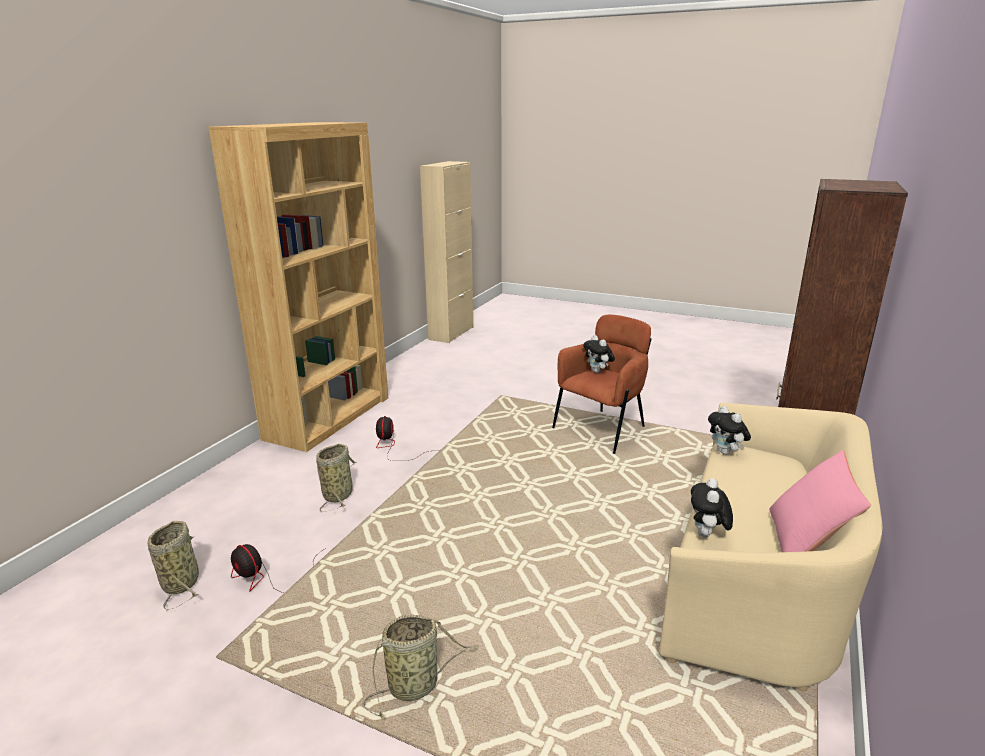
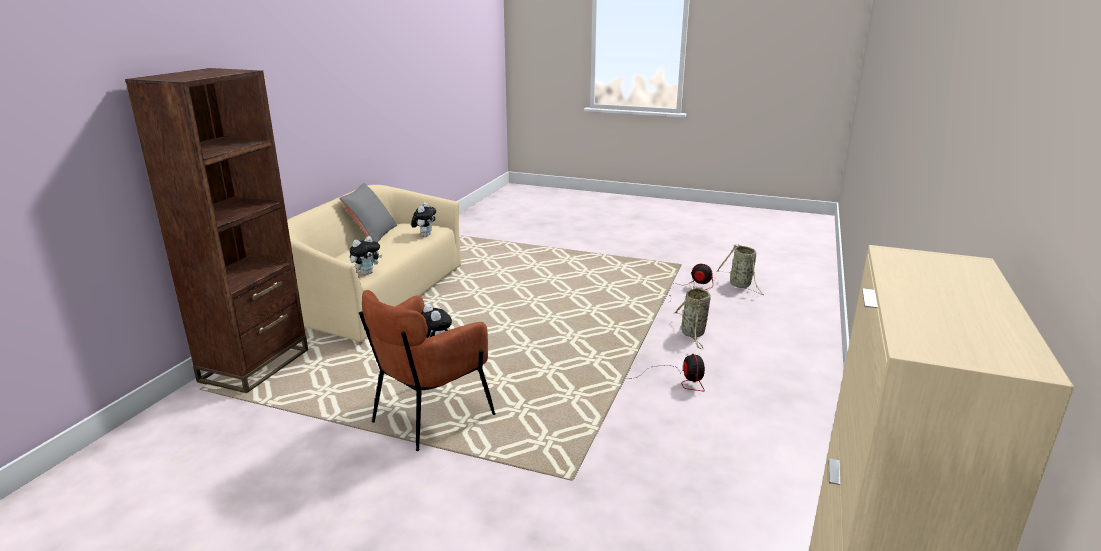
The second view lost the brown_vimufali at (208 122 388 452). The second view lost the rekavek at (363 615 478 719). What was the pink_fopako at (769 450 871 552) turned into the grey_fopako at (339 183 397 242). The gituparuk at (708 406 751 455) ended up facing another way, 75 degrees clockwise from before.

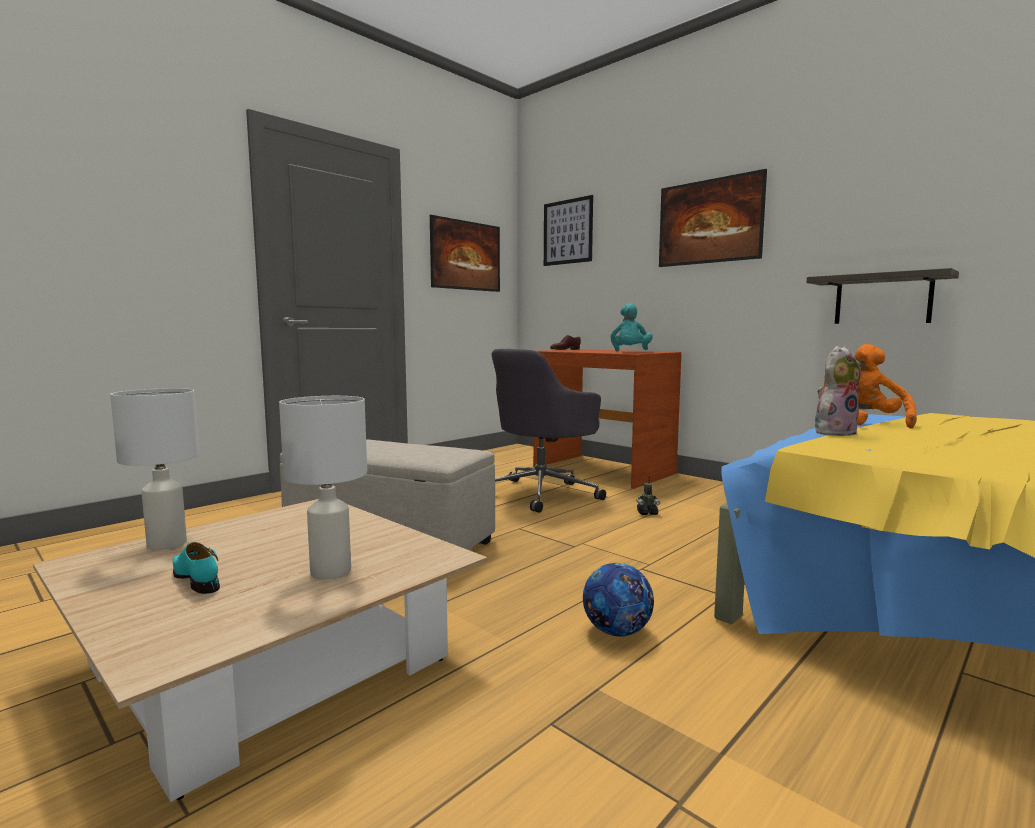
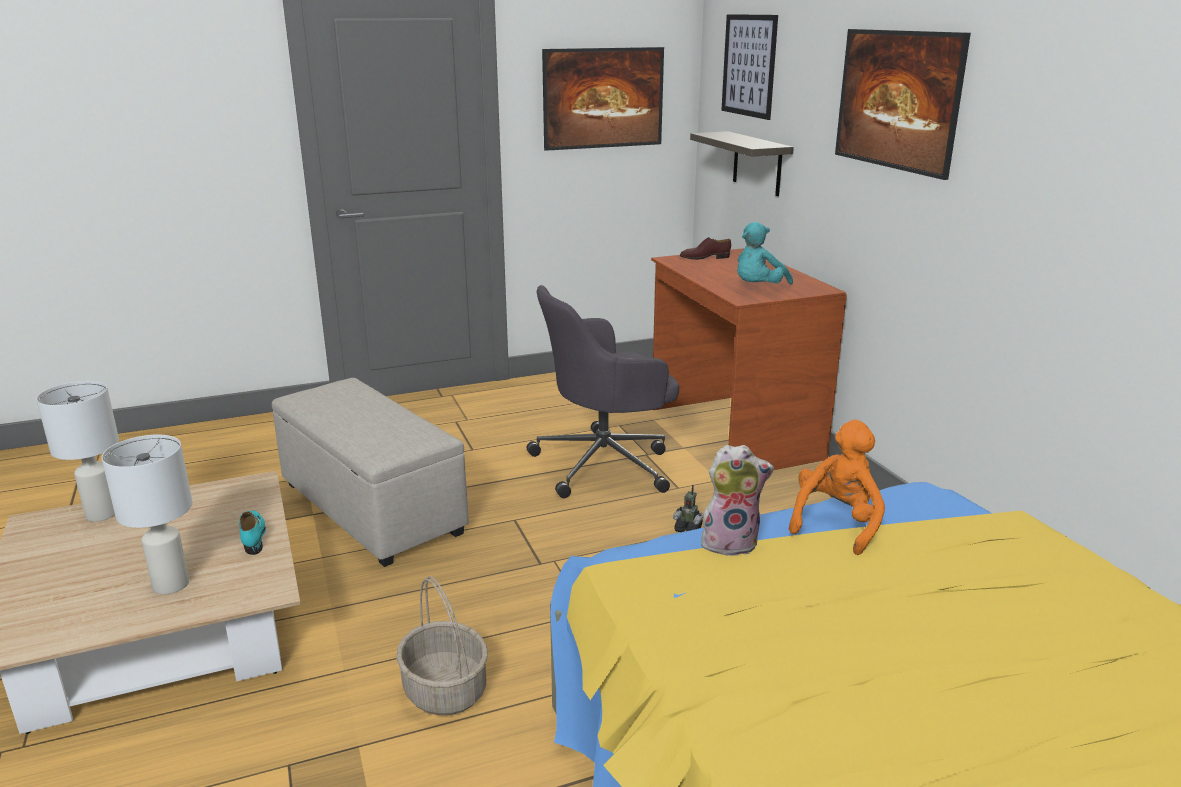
The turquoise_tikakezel ended up elsewhere, having gone from (173 542 220 594) to (239 511 266 555). The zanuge ended up elsewhere, having gone from (807 268 959 324) to (690 131 794 196). Where the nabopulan stood at (583 563 654 637), the rekavek came to stand at (396 576 488 715).

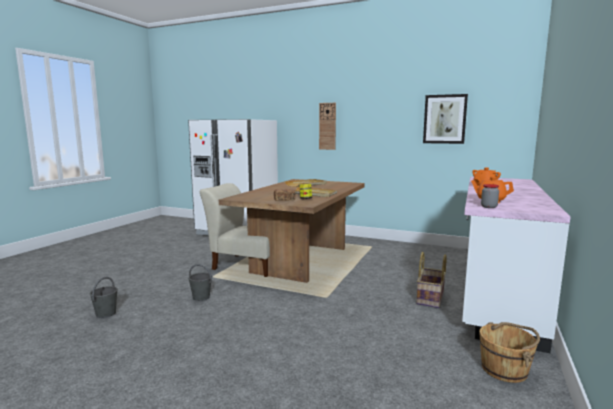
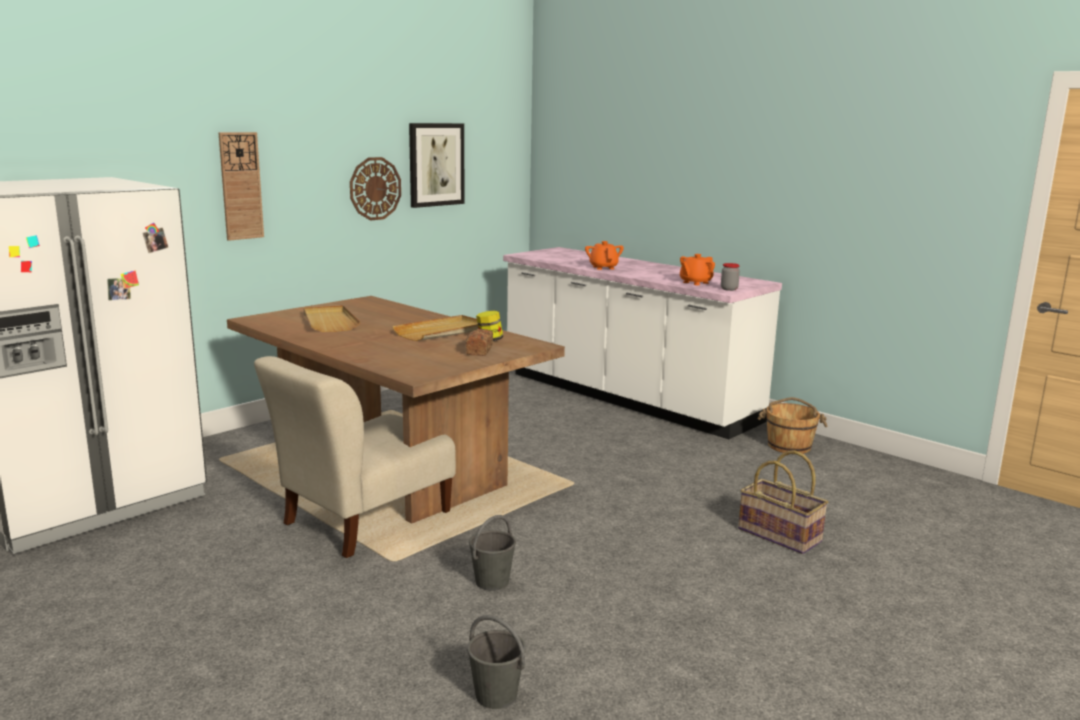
The second view gained the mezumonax at (350 157 401 220). The rekavek ended up elsewhere, having gone from (416 252 447 308) to (738 450 828 554).

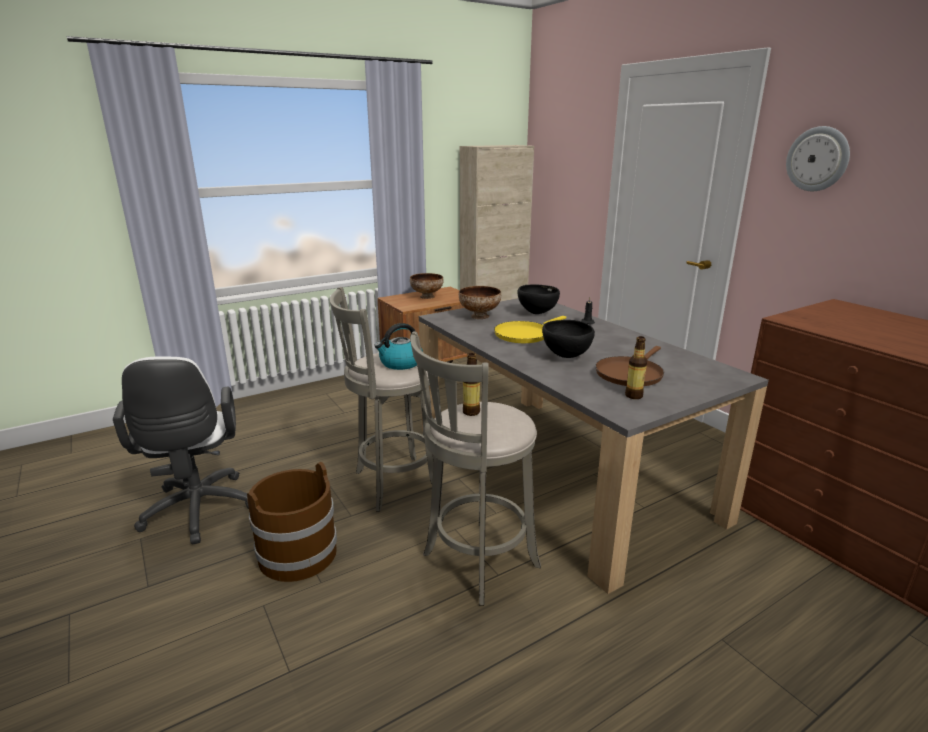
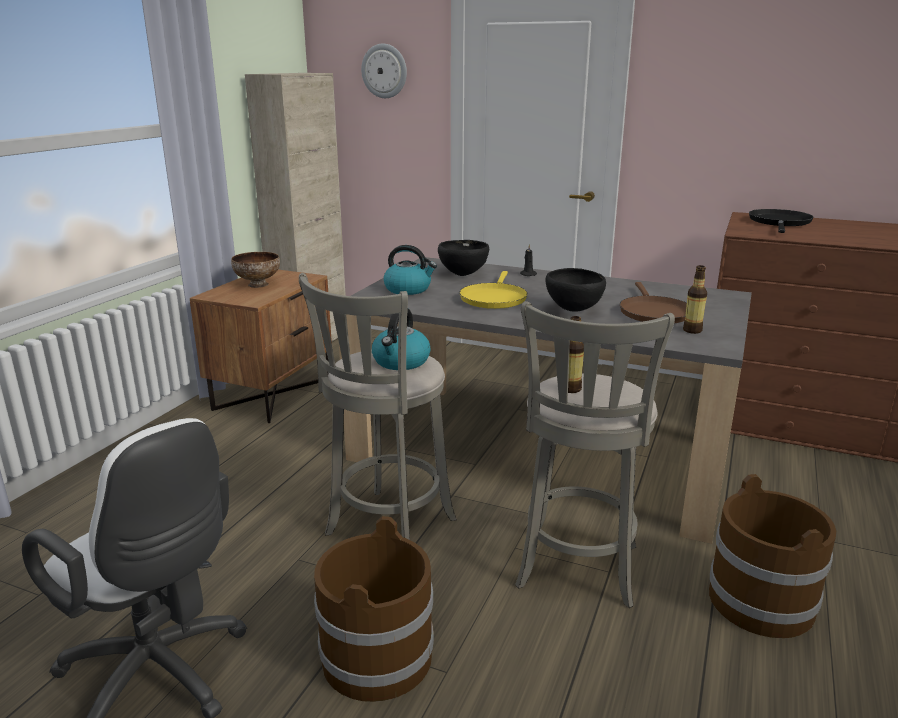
The second view gained the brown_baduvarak at (709 474 836 638). The second view gained the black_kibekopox at (749 209 813 233). The mezumonax ended up elsewhere, having gone from (786 126 850 191) to (361 44 407 98). Where the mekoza stood at (459 286 501 319), the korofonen came to stand at (384 245 437 295).

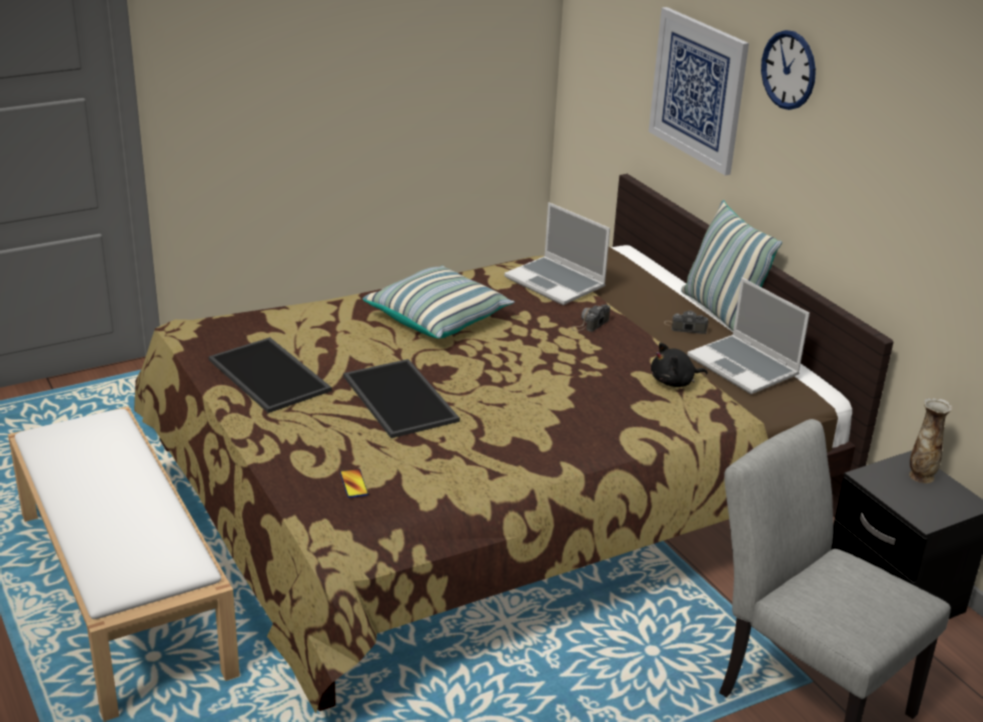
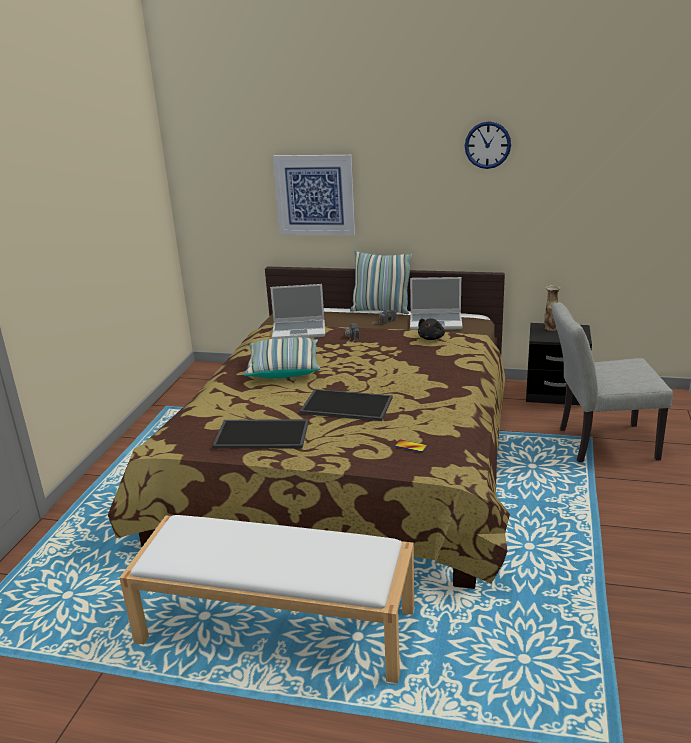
The mezumonax ended up elsewhere, having gone from (761 30 816 110) to (465 121 511 169).

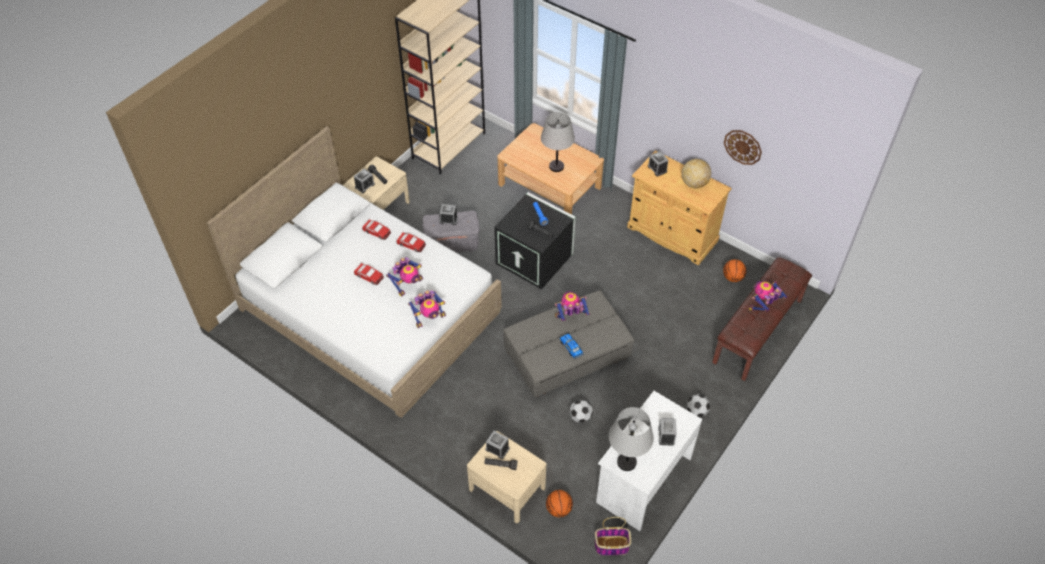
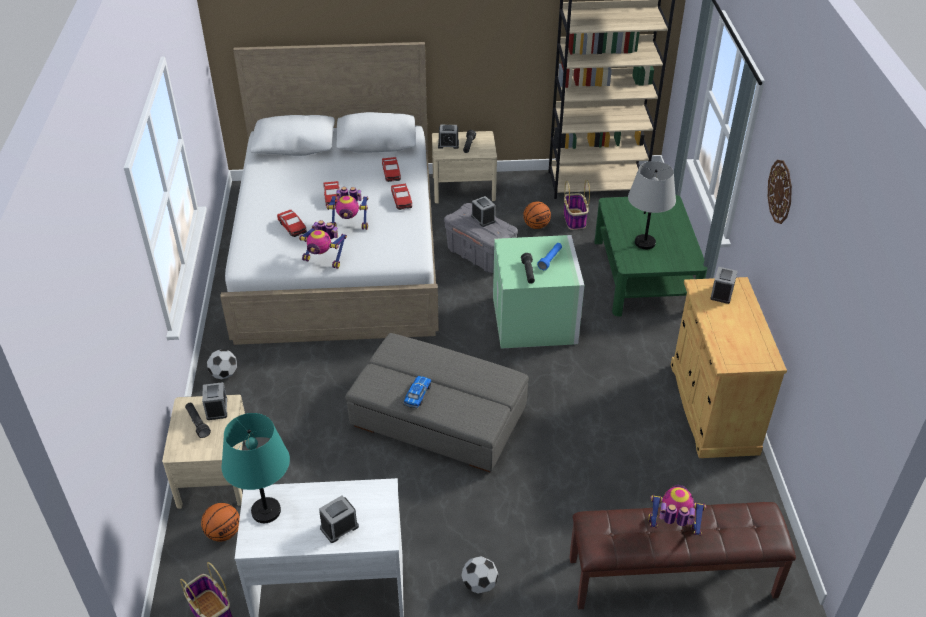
The second view lost the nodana at (555 291 590 321). The second view lost the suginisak at (681 159 711 188). The second view gained the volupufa at (277 210 307 237). The second view gained the rekavek at (564 180 590 230). The nabopulan ended up elsewhere, having gone from (569 400 593 423) to (207 349 237 379). The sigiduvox ended up elsewhere, having gone from (723 259 746 282) to (523 201 551 229). The mezumonax ended up elsewhere, having gone from (724 130 762 165) to (768 160 792 224). What was the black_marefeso at (494 192 575 289) turned into the green_marefeso at (493 235 584 349). What was the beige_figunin at (497 123 604 215) turned into the green_figunin at (594 195 708 317). What was the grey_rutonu at (609 407 654 471) turned into the turquoise_rutonu at (222 413 290 523).

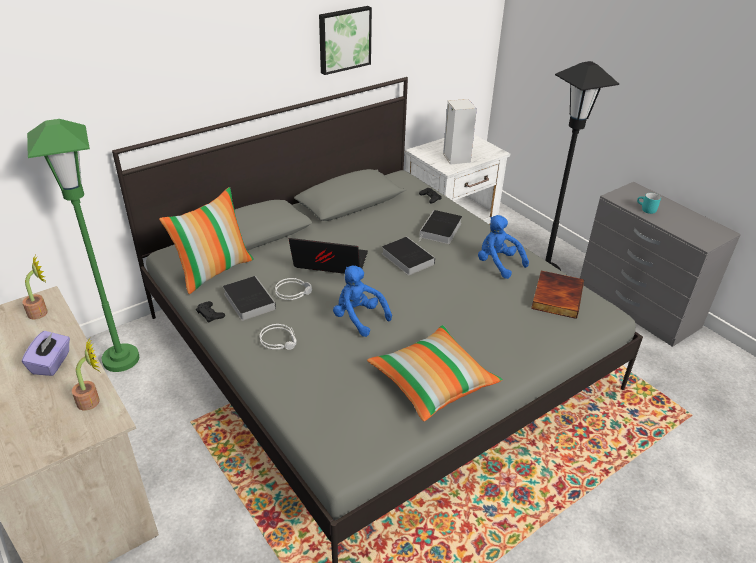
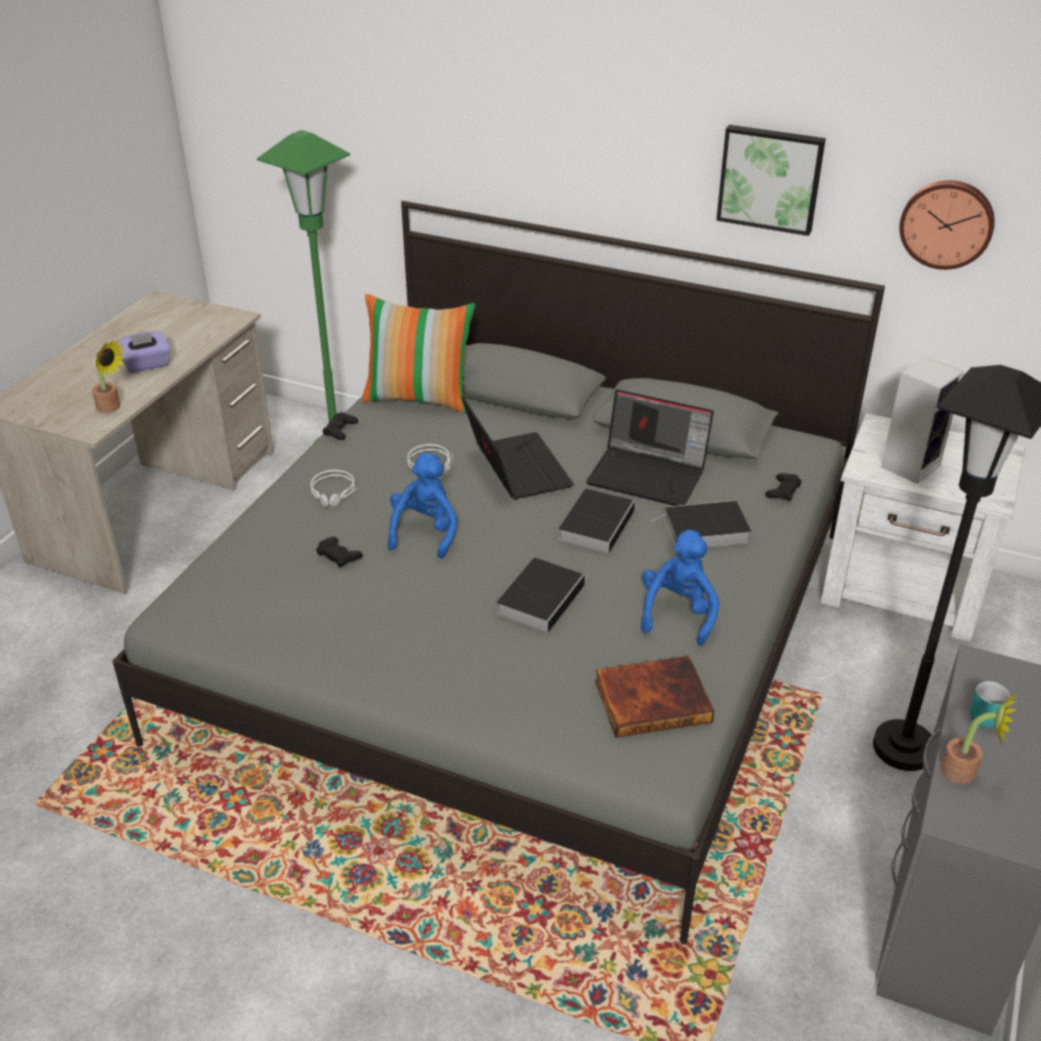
The second view lost the fopako at (367 325 503 421). The second view gained the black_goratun at (316 537 363 568). The second view gained the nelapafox at (586 390 714 506). The second view gained the mezumonax at (899 180 995 270). The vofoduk ended up elsewhere, having gone from (22 255 48 320) to (941 692 1018 784). The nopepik ended up elsewhere, having gone from (223 276 276 321) to (497 558 587 633).

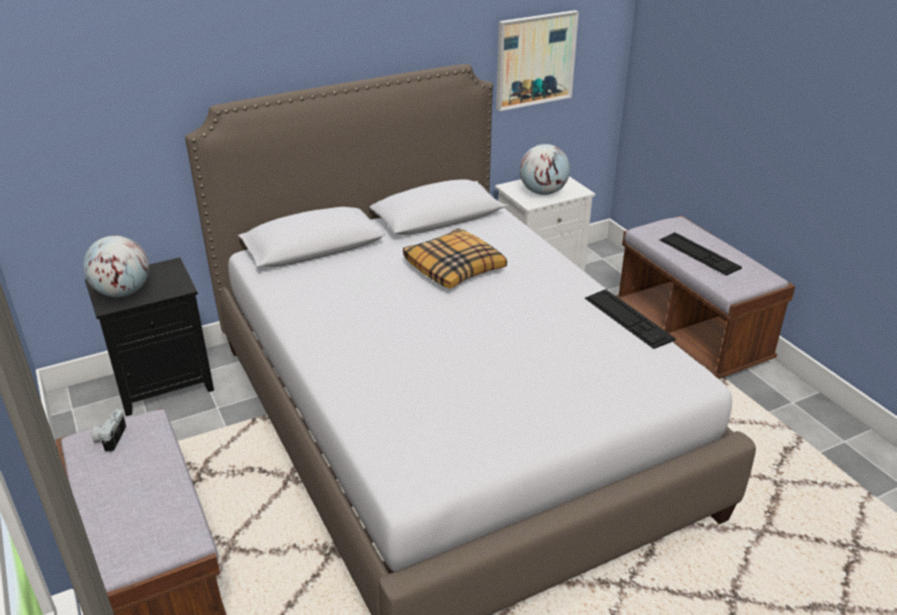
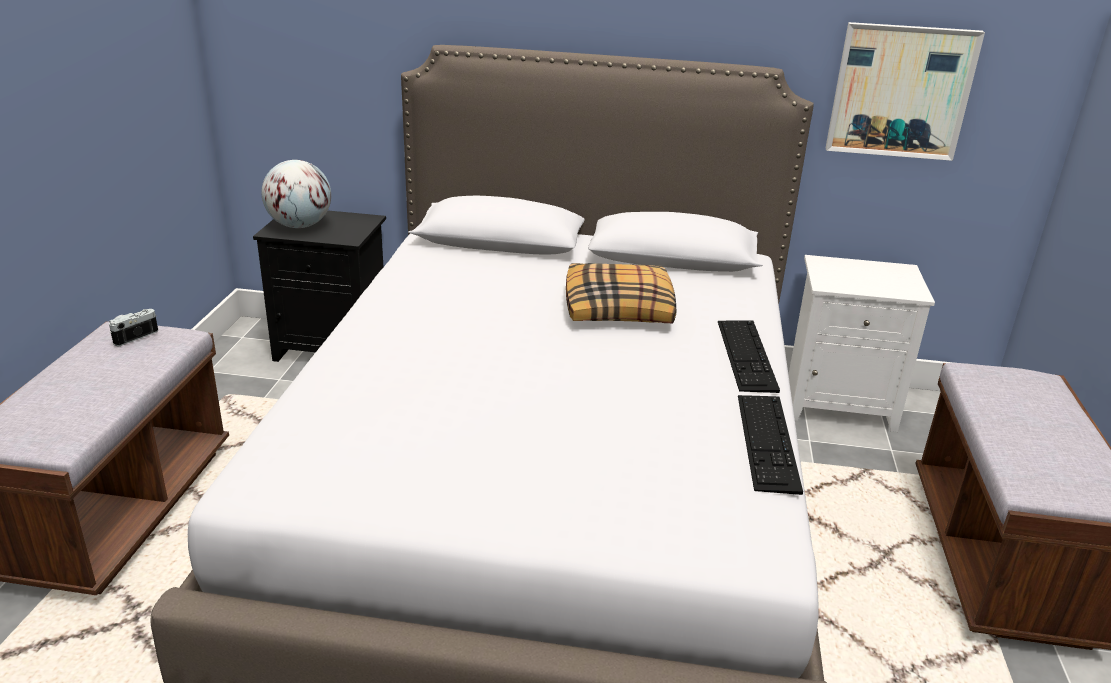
The second view lost the suginisak at (520 144 570 195). The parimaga ended up elsewhere, having gone from (659 232 742 276) to (718 320 780 393).

